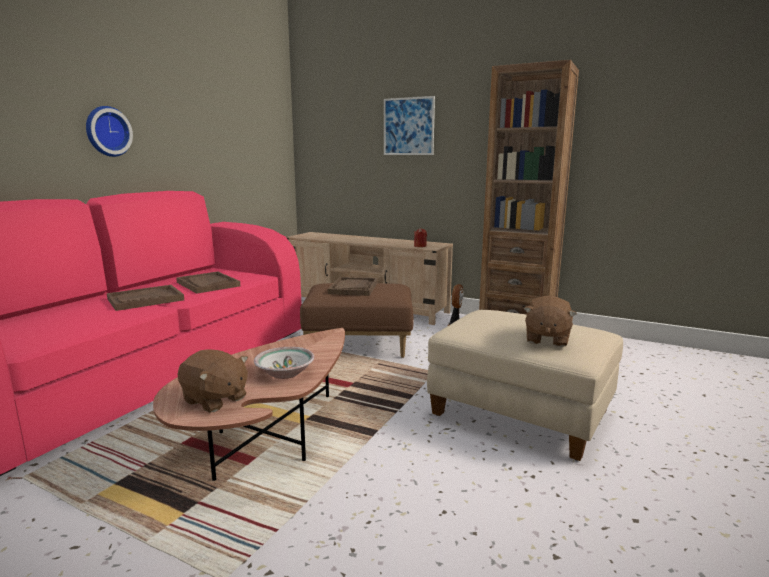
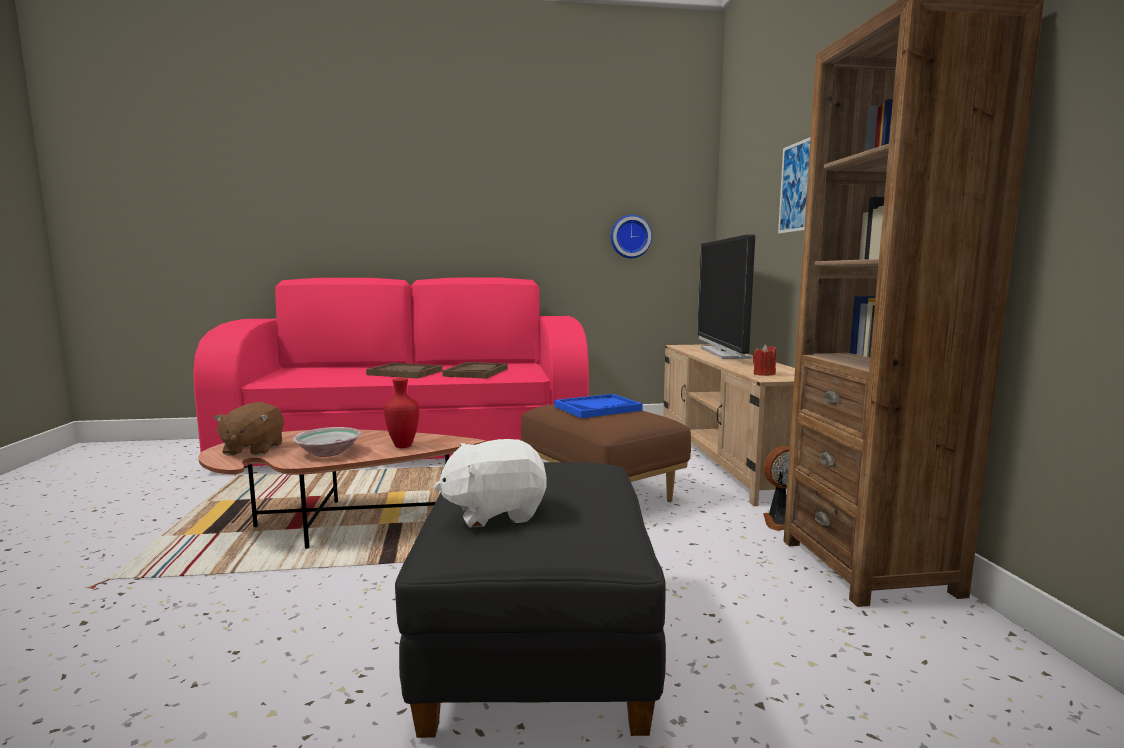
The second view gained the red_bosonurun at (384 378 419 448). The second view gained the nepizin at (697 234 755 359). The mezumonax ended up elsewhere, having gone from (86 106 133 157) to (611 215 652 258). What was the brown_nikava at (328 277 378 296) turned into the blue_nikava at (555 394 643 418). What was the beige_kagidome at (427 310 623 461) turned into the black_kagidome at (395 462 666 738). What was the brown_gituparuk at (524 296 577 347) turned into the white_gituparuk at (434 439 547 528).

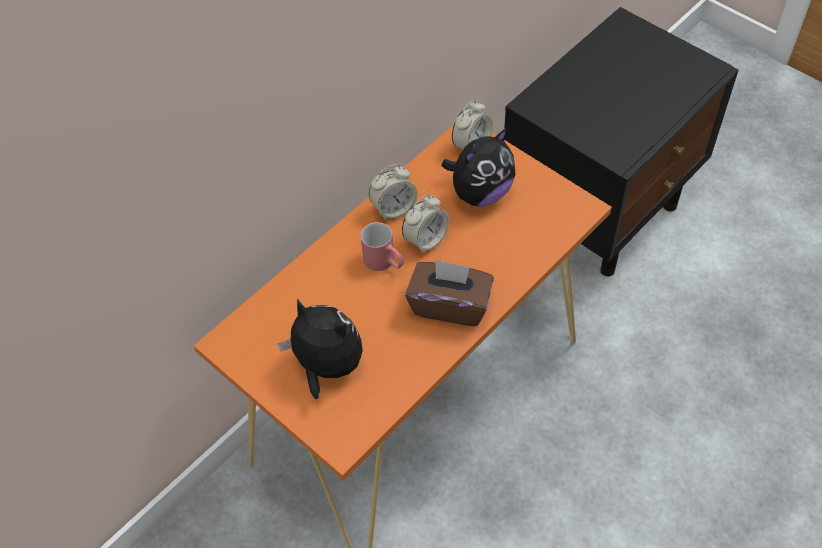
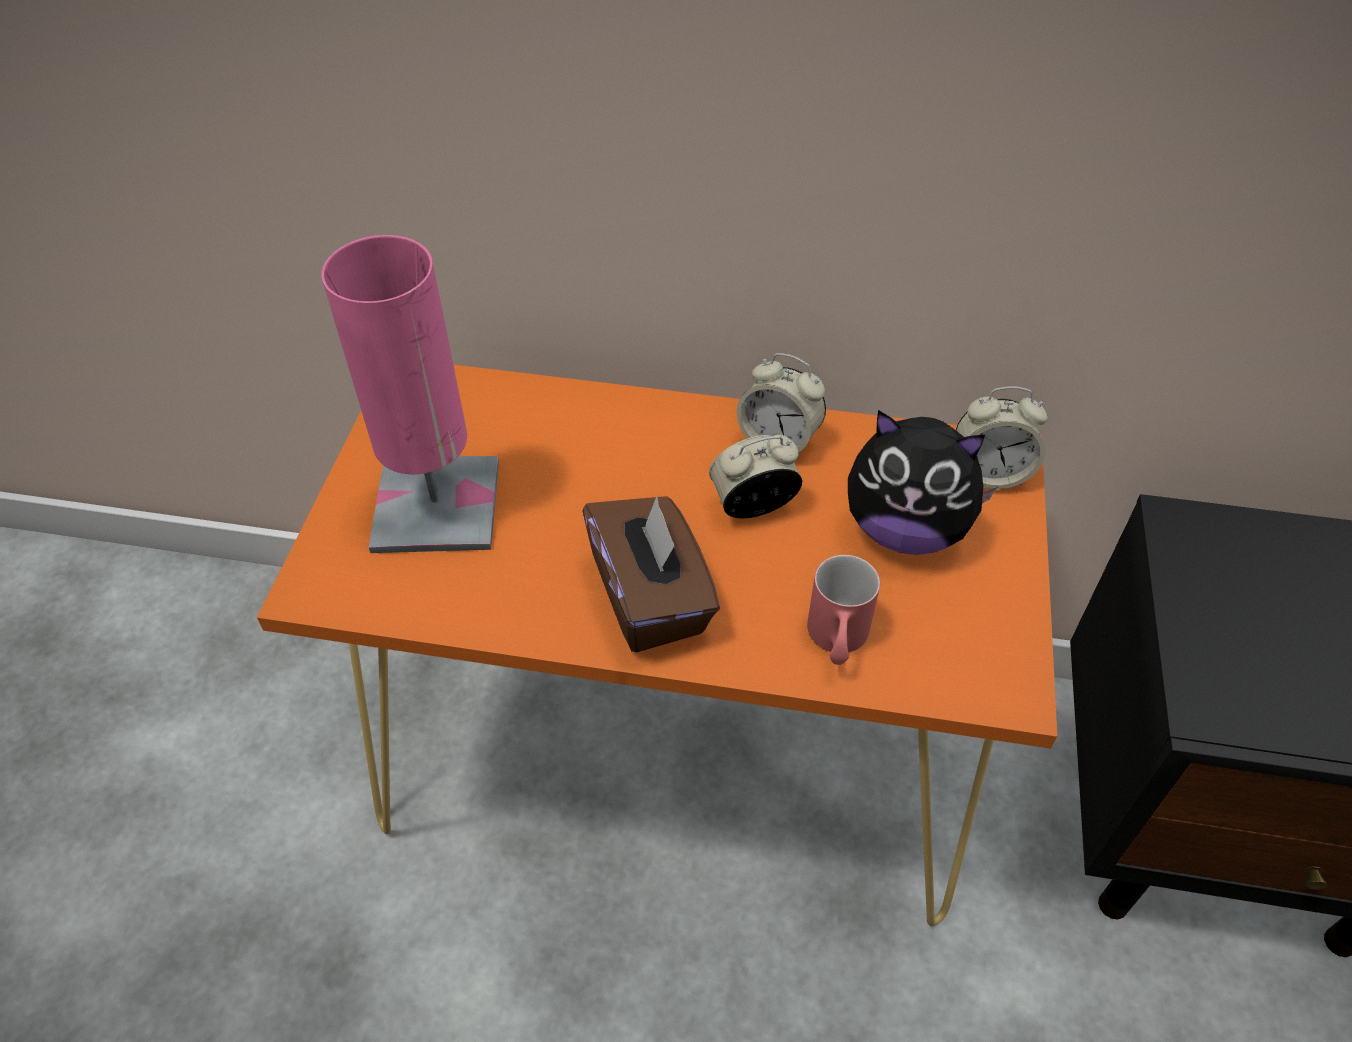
The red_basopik ended up elsewhere, having gone from (361 222 405 271) to (807 555 880 665). Where the gituparuk stood at (278 299 363 399), the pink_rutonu came to stand at (321 235 499 553). The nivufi at (402 194 450 254) ended up facing another way, 150 degrees clockwise from before.

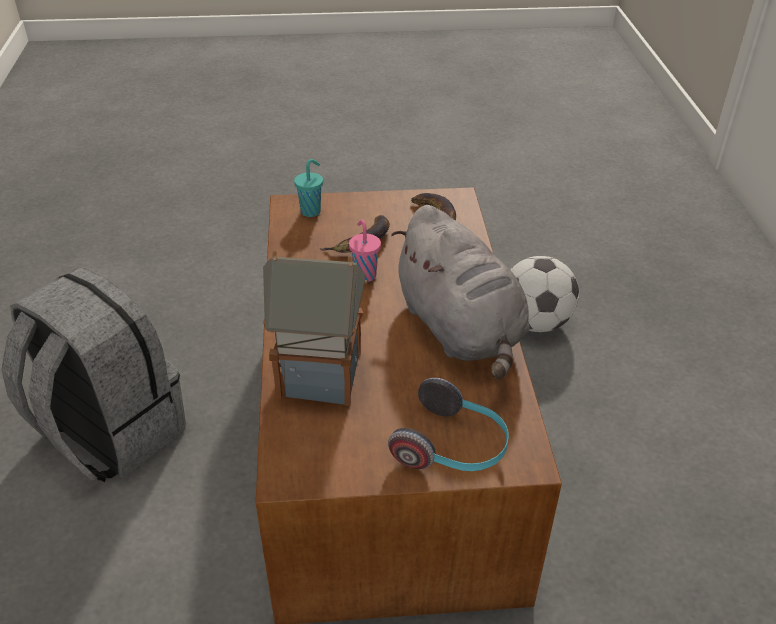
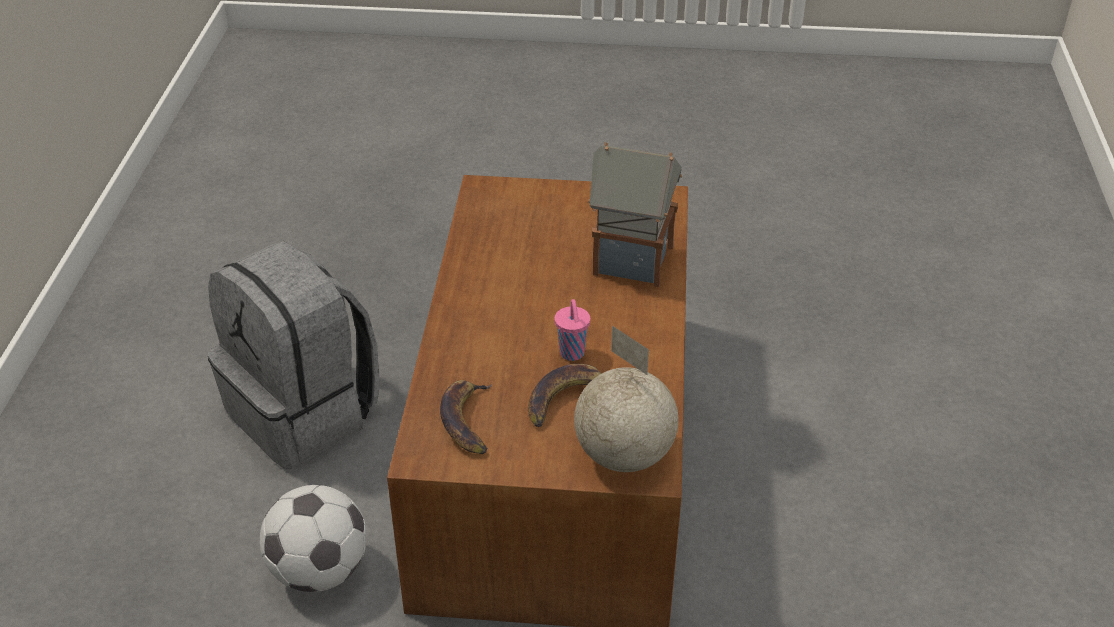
The second view lost the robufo at (388 378 509 471). The second view lost the grey_gituparuk at (391 205 530 379). The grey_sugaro ended up elsewhere, having gone from (1 267 186 482) to (207 241 379 469). Where the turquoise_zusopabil stood at (294 159 323 217), the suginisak came to stand at (574 326 678 472).

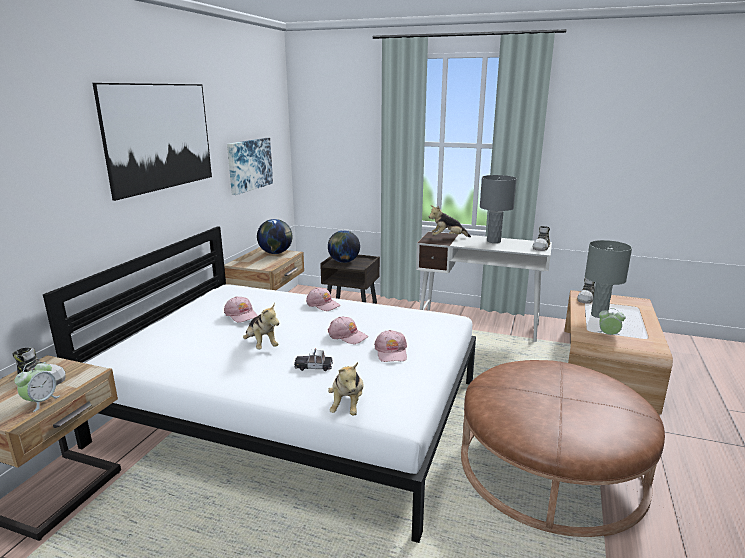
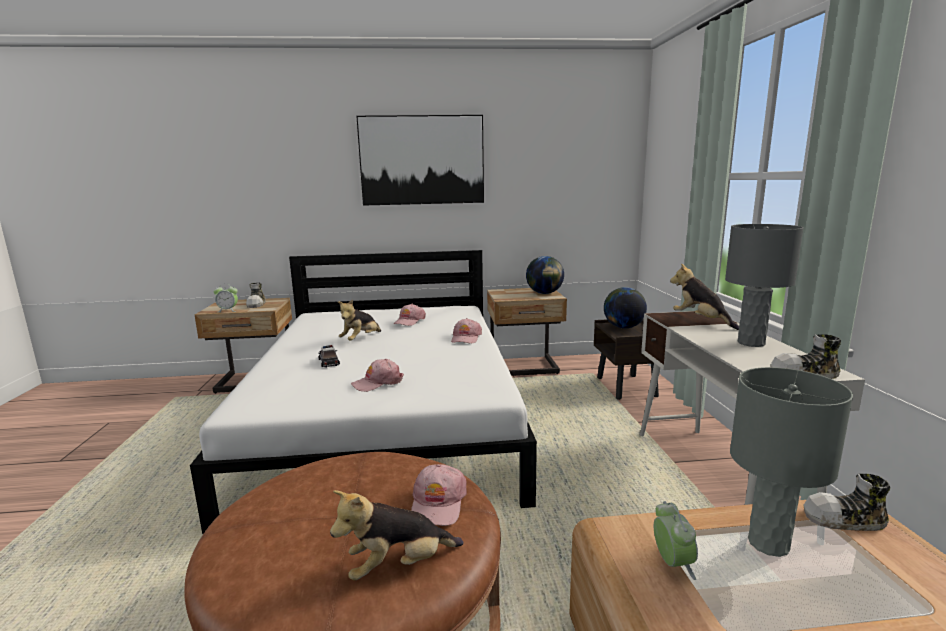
The second view lost the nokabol at (227 138 273 195). The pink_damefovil ended up elsewhere, having gone from (328 317 368 344) to (411 464 467 526). The gituparuk ended up elsewhere, having gone from (328 362 364 416) to (330 490 464 581).

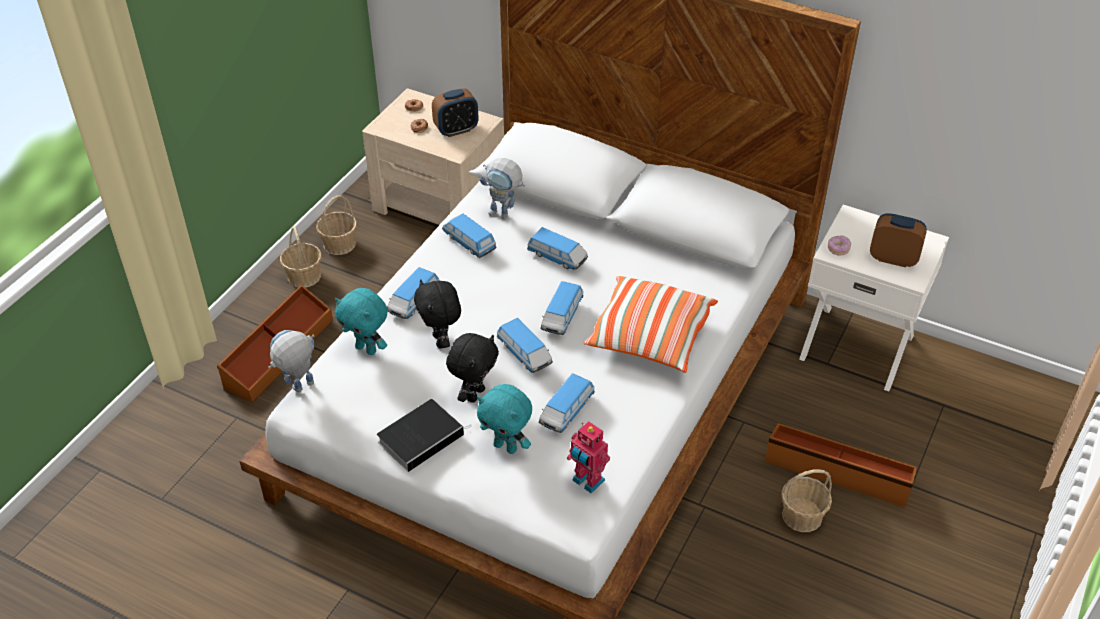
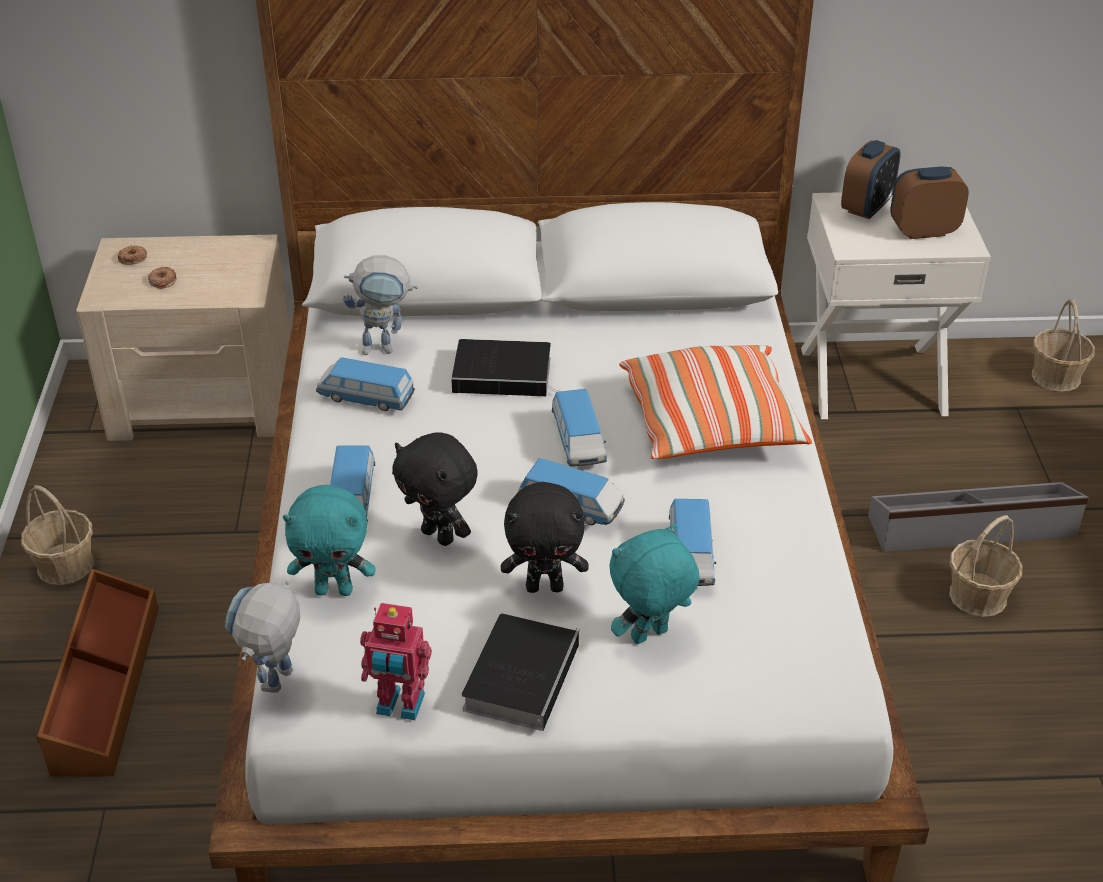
The second view lost the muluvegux at (828 236 851 256). The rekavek ended up elsewhere, having gone from (316 195 357 255) to (1032 299 1095 392). The nivufi ended up elsewhere, having gone from (432 88 478 137) to (841 140 900 219). The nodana ended up elsewhere, having gone from (567 421 610 493) to (360 603 432 720). Where the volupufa stood at (527 227 588 270), the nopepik came to stand at (451 339 558 396). What was the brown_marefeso at (765 423 917 507) turned into the grey_marefeso at (868 482 1088 552). The black_gituparuk at (446 333 499 403) ended up facing another way, 90 degrees clockwise from before. The turquoise_gituparuk at (477 384 532 454) ended up facing another way, 150 degrees clockwise from before.

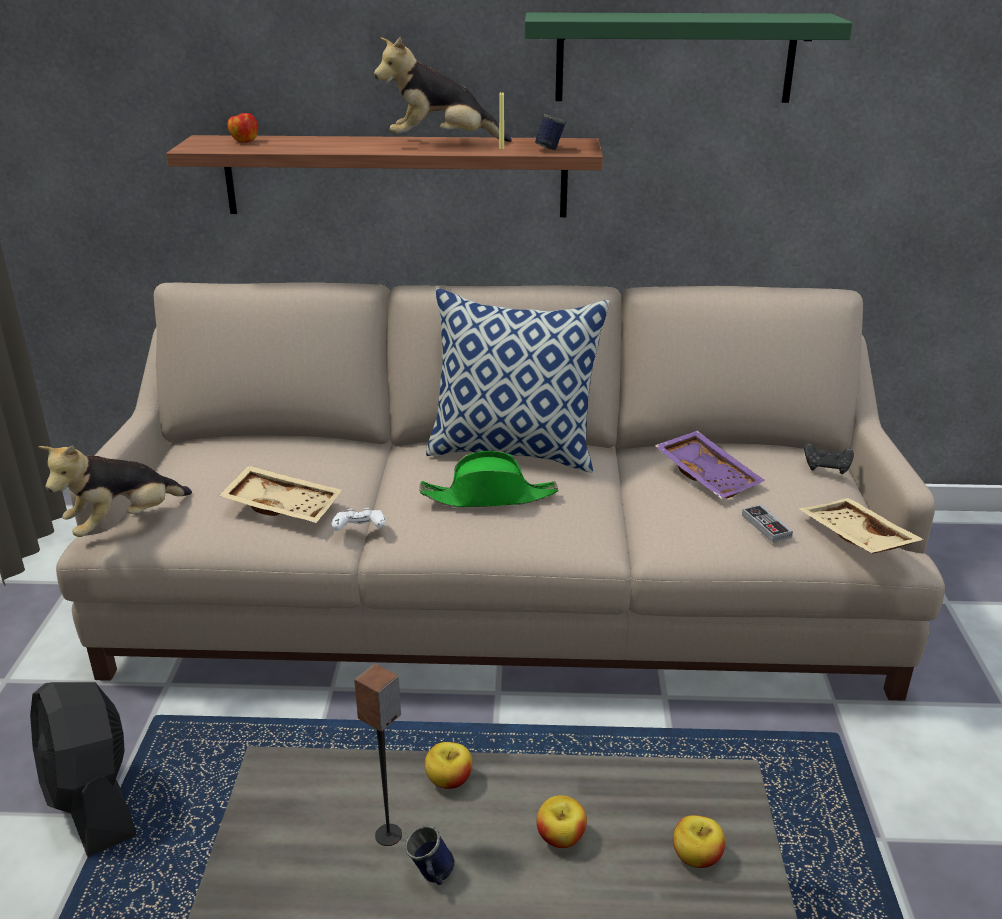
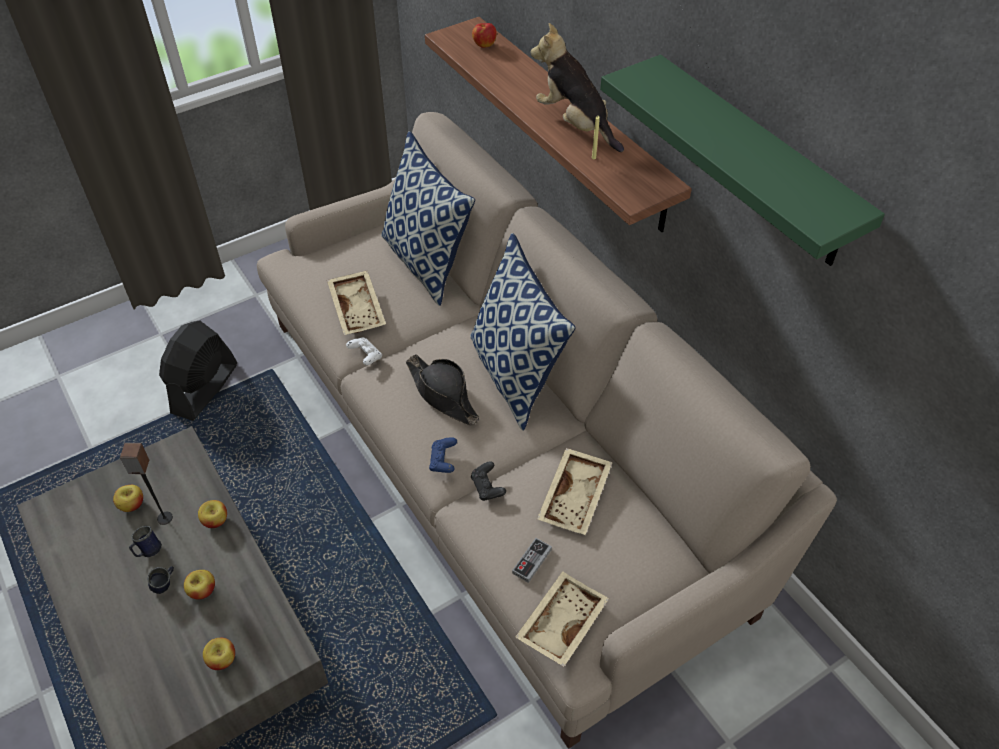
The second view lost the gituparuk at (39 445 192 537). The second view gained the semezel at (113 485 143 512). The second view gained the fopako at (381 131 475 306). The second view gained the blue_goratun at (429 437 457 473). The blue_basopik ended up elsewhere, having gone from (535 114 566 150) to (147 566 174 594). The black_goratun ended up elsewhere, having gone from (804 443 854 474) to (471 461 506 501). What was the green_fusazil at (419 451 558 508) turned into the black_fusazil at (406 354 480 425). What was the purple_nikava at (655 430 765 499) turned into the beige_nikava at (537 448 613 535).

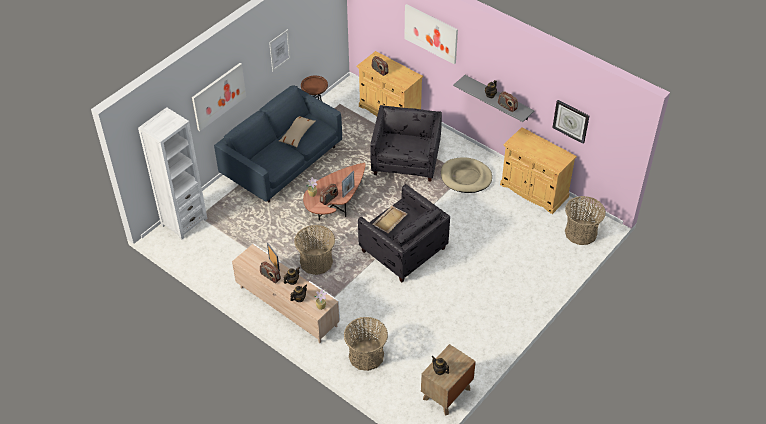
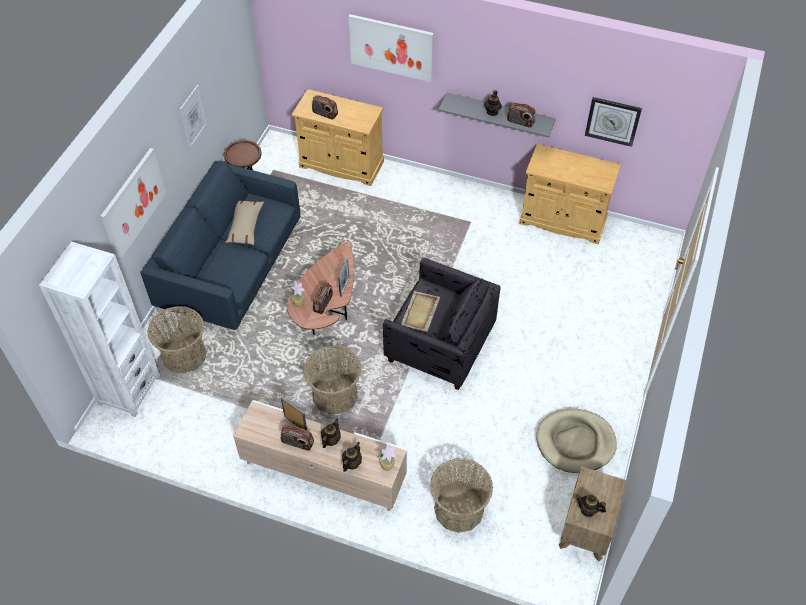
The second view lost the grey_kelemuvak at (371 105 442 181). The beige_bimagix ended up elsewhere, having gone from (441 157 492 193) to (536 409 617 473). The rekavek ended up elsewhere, having gone from (565 196 606 245) to (147 306 207 373).

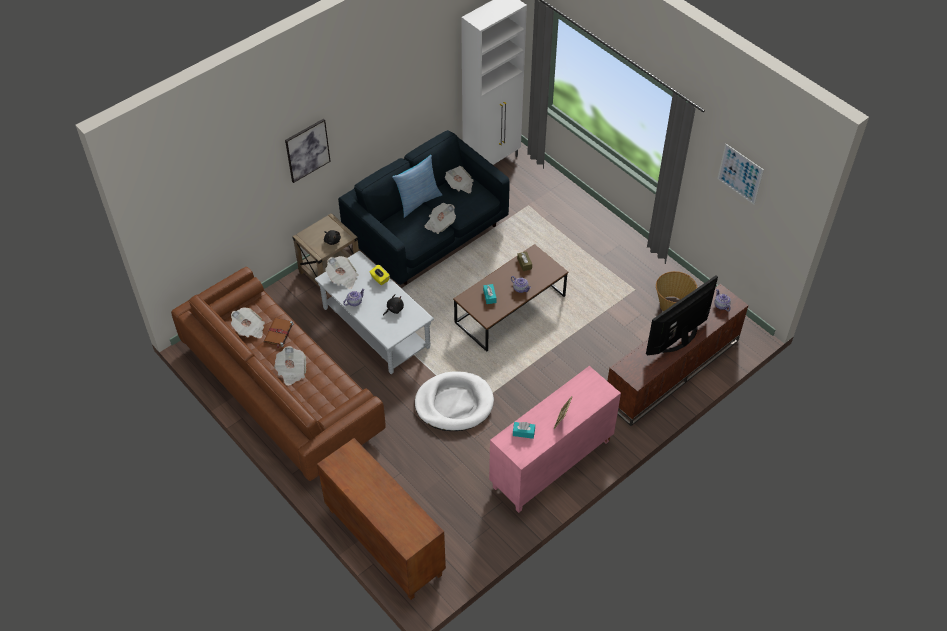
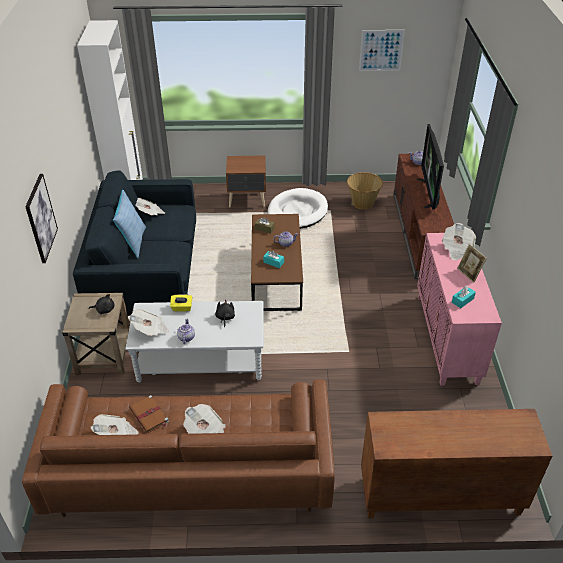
The second view gained the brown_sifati at (226 155 266 207). The white_bimagix ended up elsewhere, having gone from (415 371 494 431) to (268 188 328 229). The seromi ended up elsewhere, having gone from (425 203 456 234) to (442 223 476 260).

